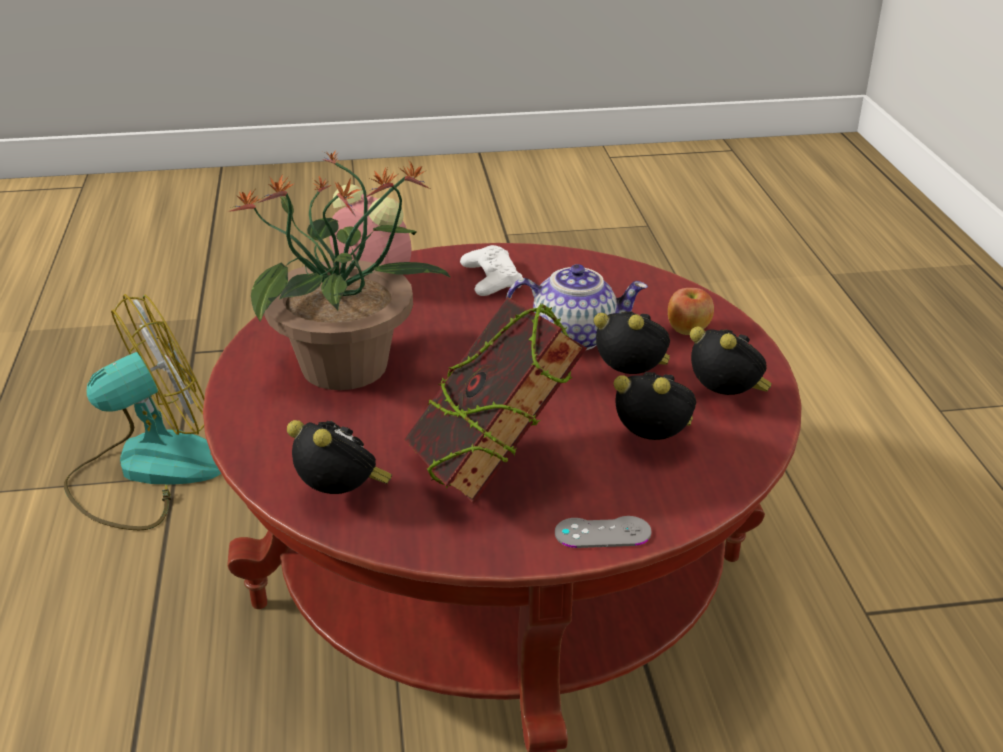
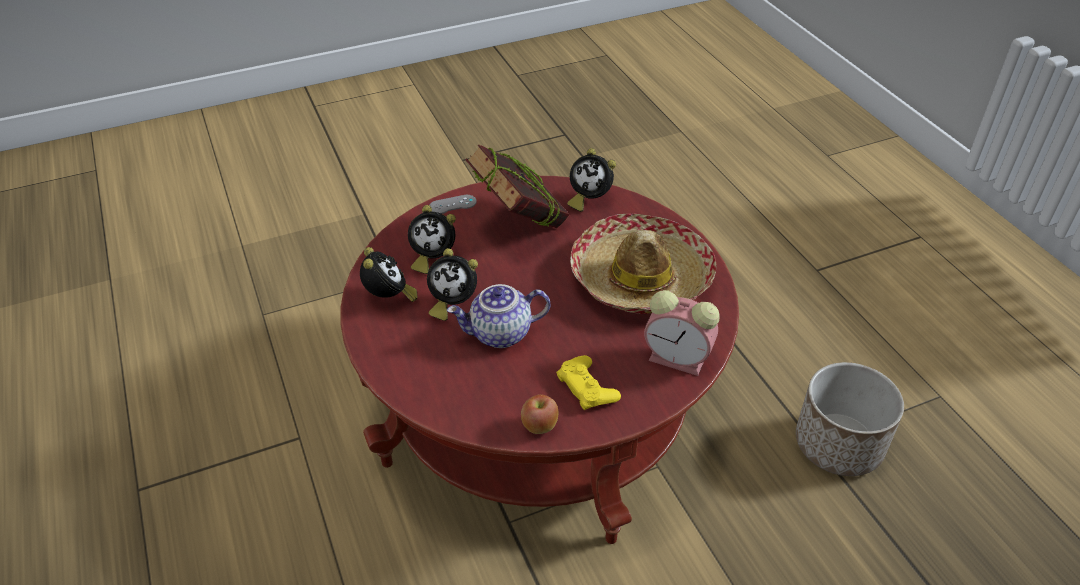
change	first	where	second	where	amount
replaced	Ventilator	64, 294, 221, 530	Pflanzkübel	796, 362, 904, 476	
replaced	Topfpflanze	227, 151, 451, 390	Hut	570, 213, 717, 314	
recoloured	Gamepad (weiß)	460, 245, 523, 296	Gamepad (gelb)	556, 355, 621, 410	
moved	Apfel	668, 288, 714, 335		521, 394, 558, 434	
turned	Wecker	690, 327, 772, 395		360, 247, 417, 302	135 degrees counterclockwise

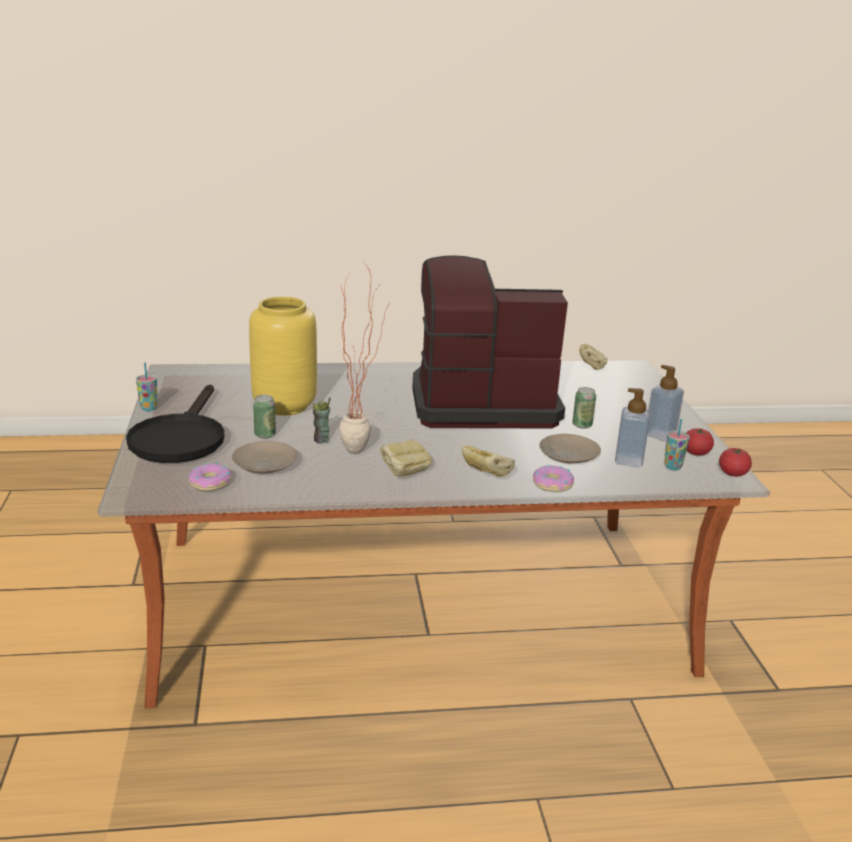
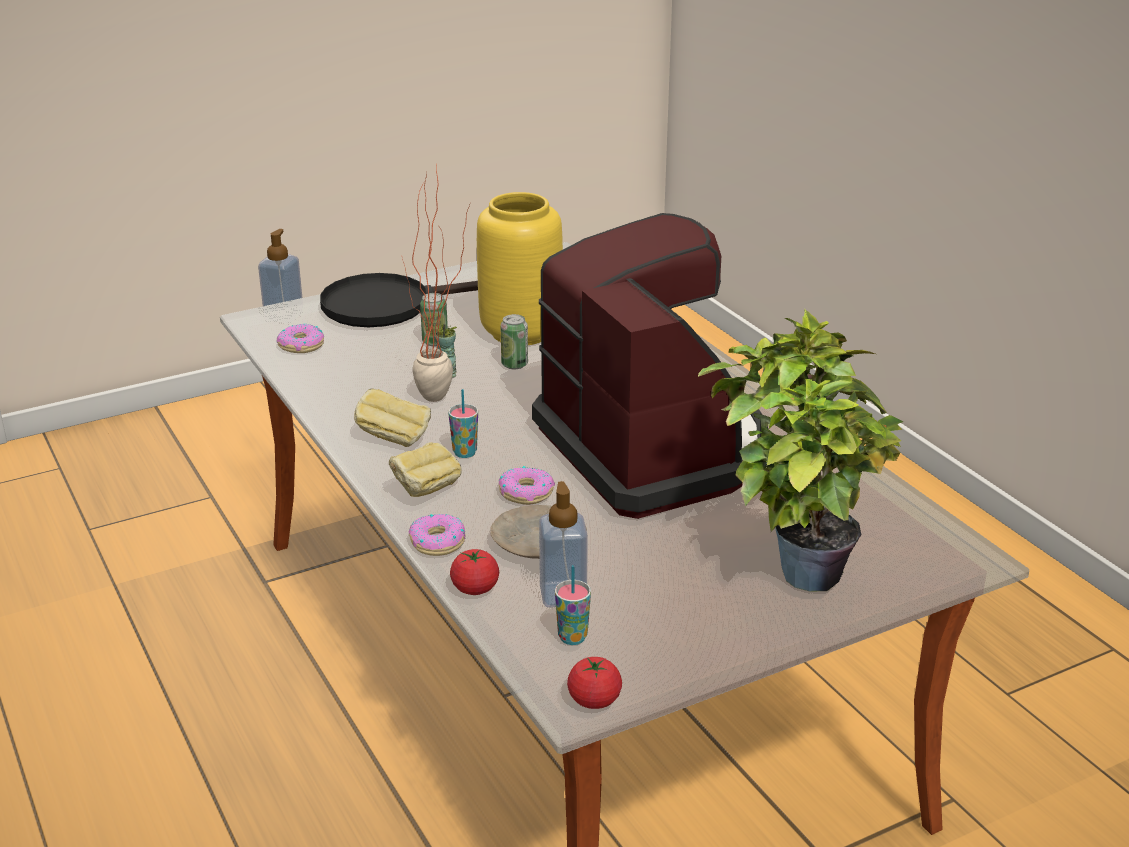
change	first	where	second	where	amount
moved	Tasse	136, 363, 157, 411		448, 389, 478, 458	
removed	Teller (beige)	232, 441, 297, 474			
moved	Dose	572, 387, 596, 429		500, 314, 528, 369	
removed	Brot	579, 344, 608, 370			
moved	Seifenspender	647, 365, 684, 441		258, 229, 304, 323	
moved	Tomate	687, 428, 714, 456		450, 549, 499, 595	
added			Donut	499, 466, 555, 505	
added			Topfpflanze	698, 309, 904, 591	

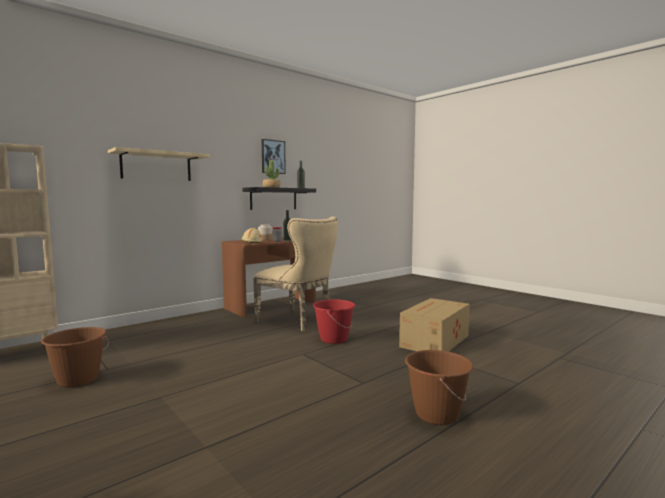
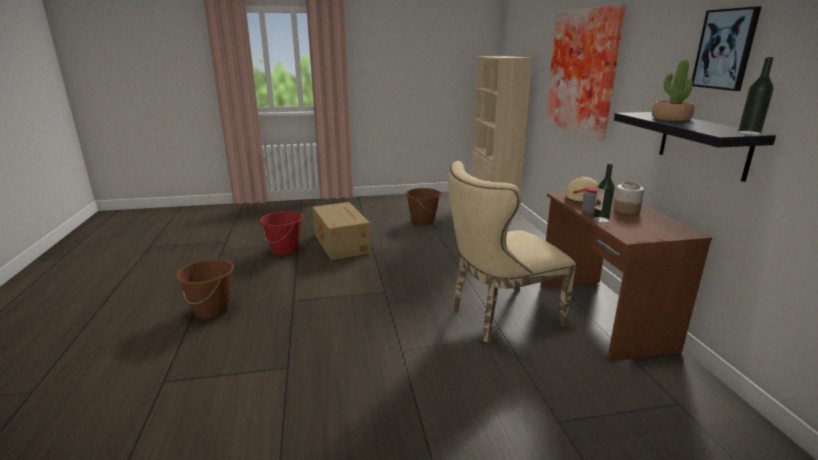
change	first	where	second	where	amount
replaced	Wandregal (beige)	108, 147, 210, 181	Bild	545, 4, 626, 141	
moved	Eimer (rot)	313, 299, 355, 344		260, 211, 303, 255	
moved	Karton	399, 298, 470, 352		312, 202, 371, 260	

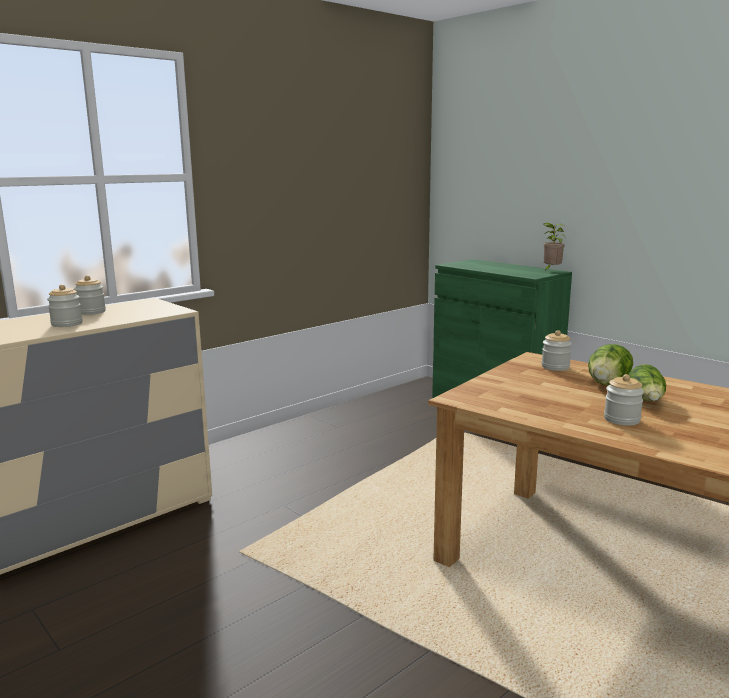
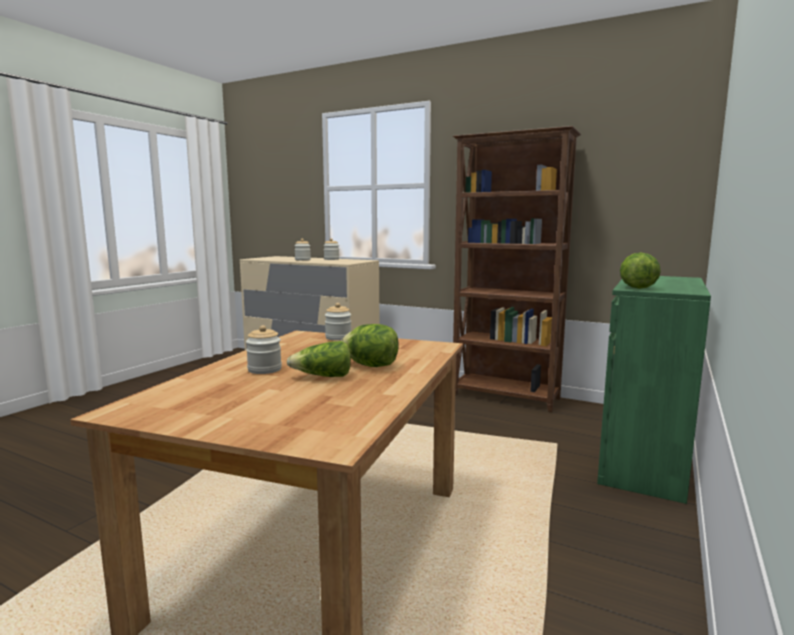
change	first	where	second	where	amount
moved	Vorratsglas	541, 330, 572, 371		325, 303, 351, 341	
removed	Topfpflanze	544, 223, 566, 272			
added			Bücherregal (braun)	453, 126, 581, 412	
added			Salatkopf	620, 252, 661, 289	

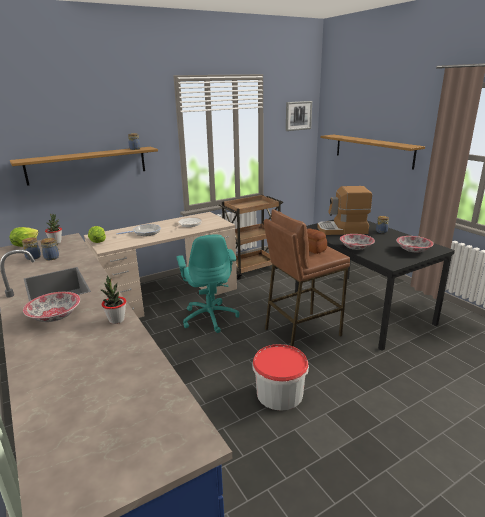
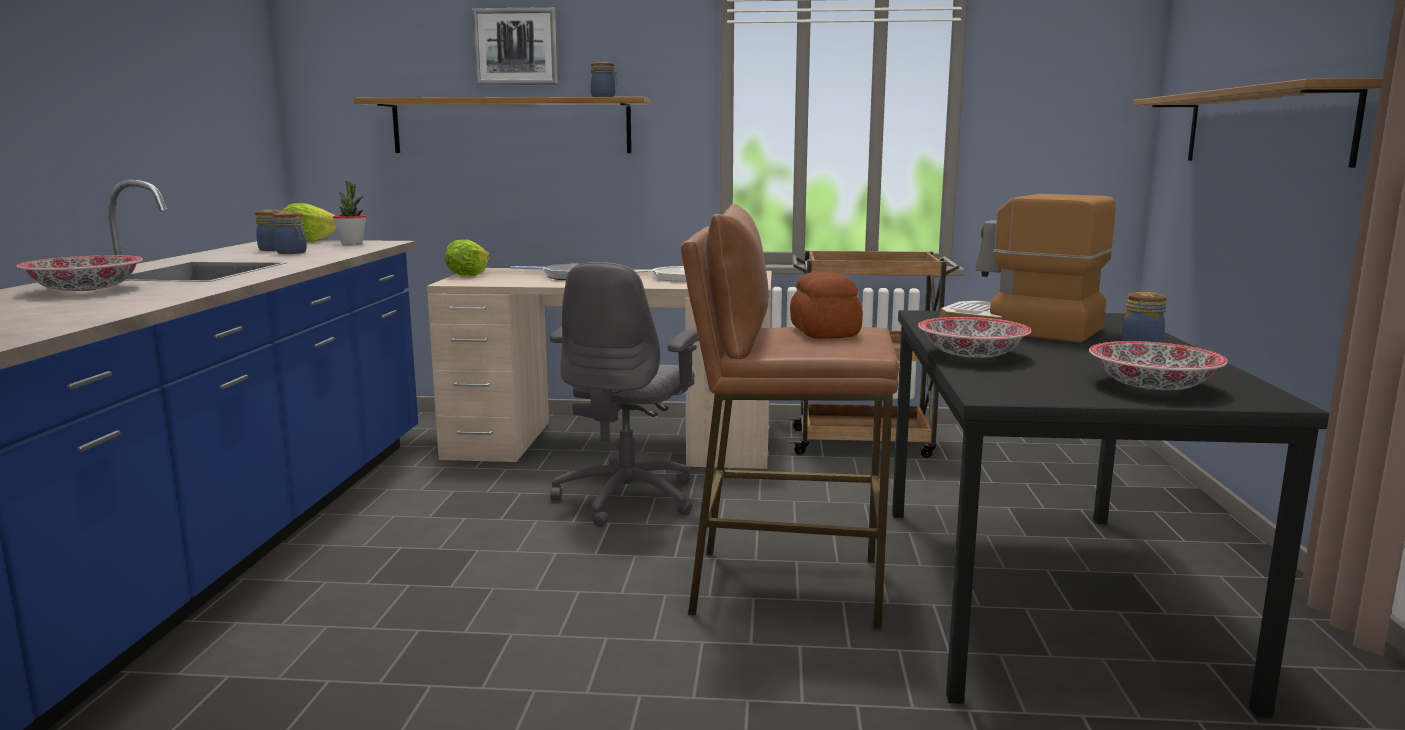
change	first	where	second	where	amount
removed	Topfpflanze	101, 275, 126, 324			
recoloured	Bürostuhl (türkis)	176, 234, 239, 333	Bürostuhl (grau)	550, 262, 699, 527	
removed	Eimer	252, 344, 309, 411			
moved	Bild	286, 101, 312, 131		471, 7, 559, 85	

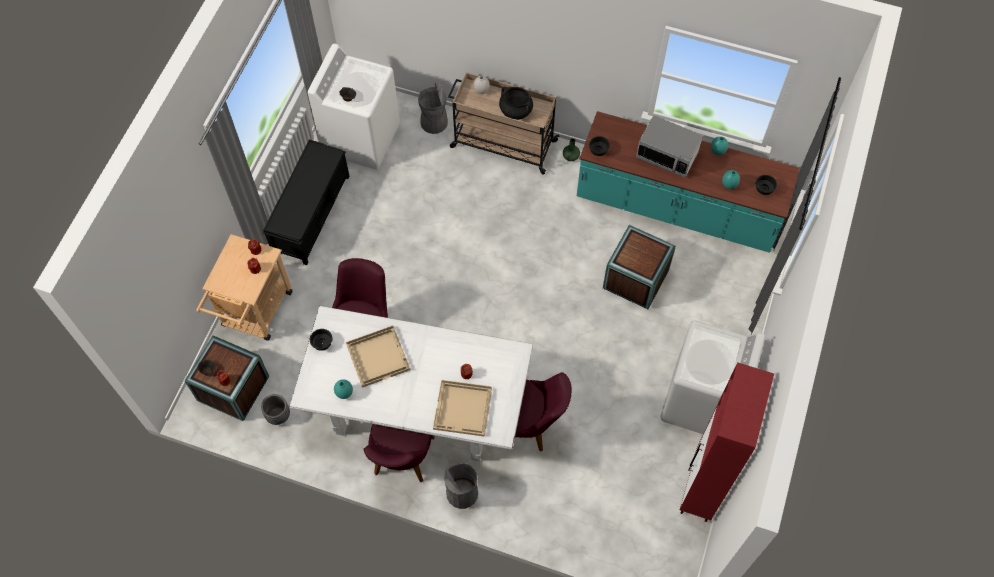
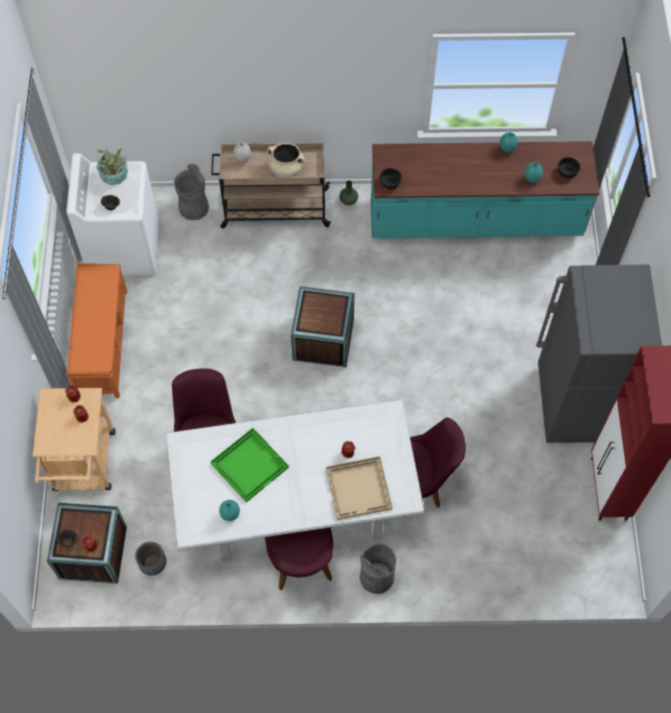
change	first	where	second	where	amount
recoloured	Bank (schwarz)	263, 139, 350, 265	Bank (orange)	67, 264, 127, 398	
removed	Schüssel (schwarz)	310, 329, 333, 351			
recoloured	Tablett (beige)	346, 325, 410, 388	Tablett (grün)	210, 428, 289, 503	
recoloured	Kochtopf (schwarz)	499, 87, 533, 120	Kochtopf (beige)	267, 143, 305, 178	
moved	Kiste	603, 225, 676, 309		291, 286, 355, 367	
removed	Mikrowelle	636, 115, 703, 177			
replaced	Waschmaschine (weiß)	660, 321, 765, 434	Kühlschrank (grau)	536, 264, 662, 443	
added			Topfpflanze	96, 147, 128, 185	

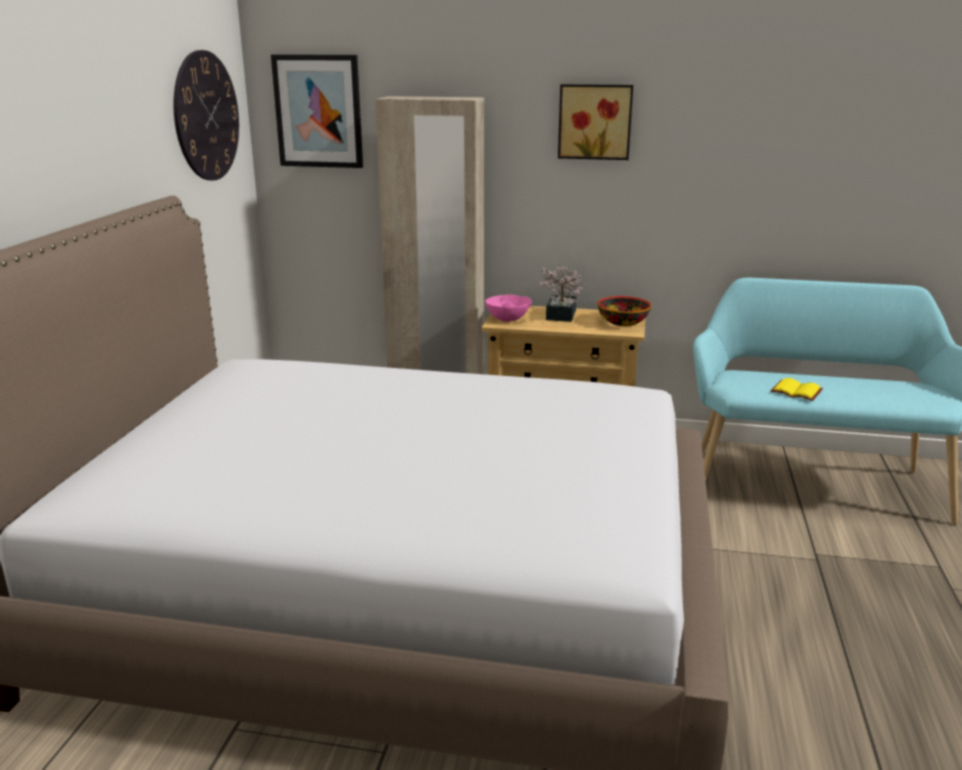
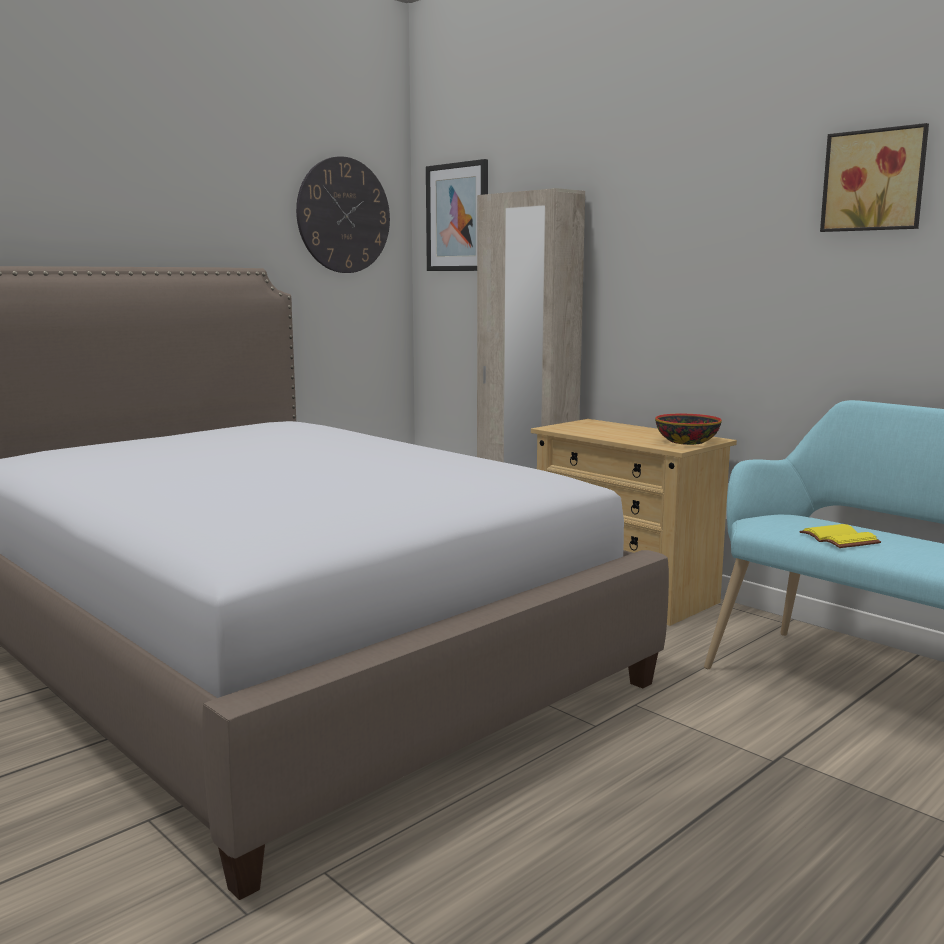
change	first	where	second	where	amount
removed	Schüssel (rosa)	485, 295, 532, 322			
removed	Topfpflanze	539, 266, 586, 322			
moved	Bild	558, 84, 633, 160		820, 123, 929, 232	

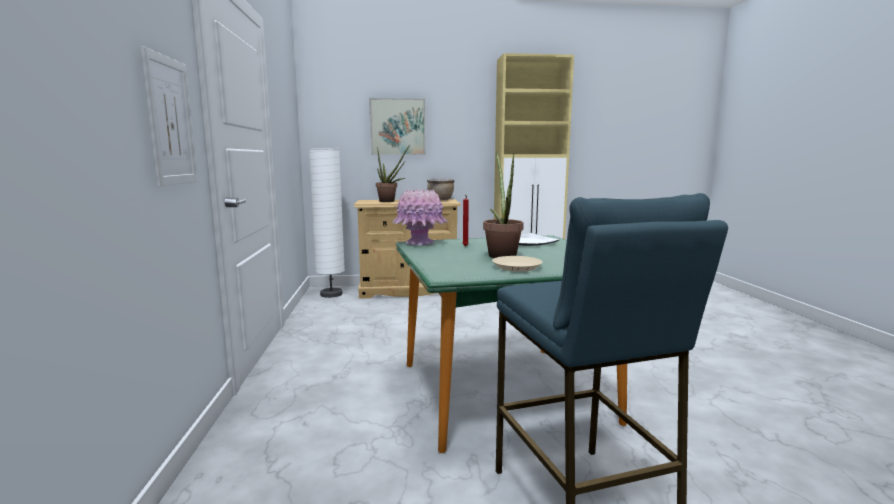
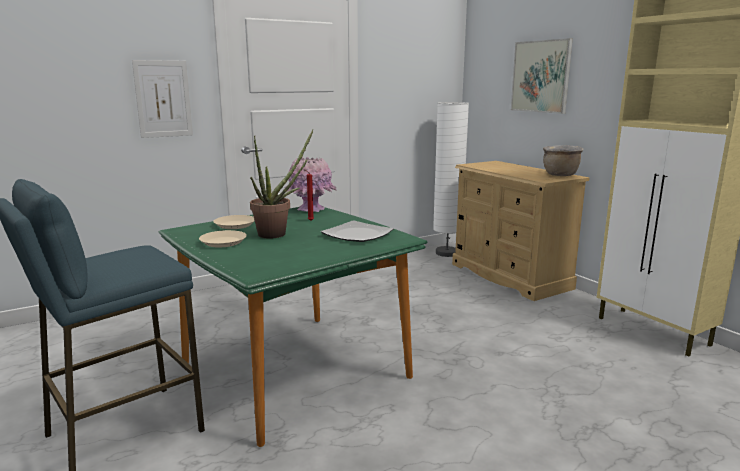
change	first	where	second	where	amount
removed	Topfpflanze	376, 145, 410, 202			
added			Teller (beige)	213, 215, 255, 229	

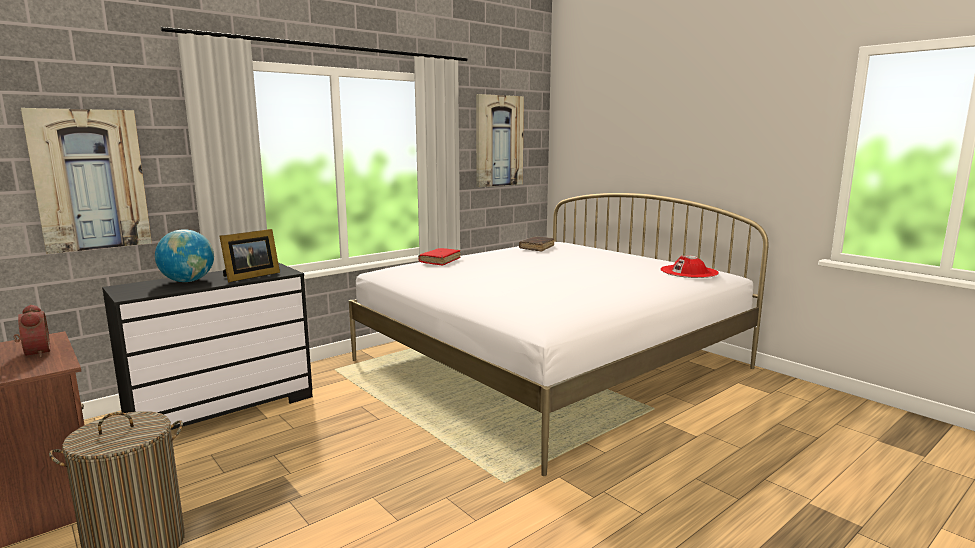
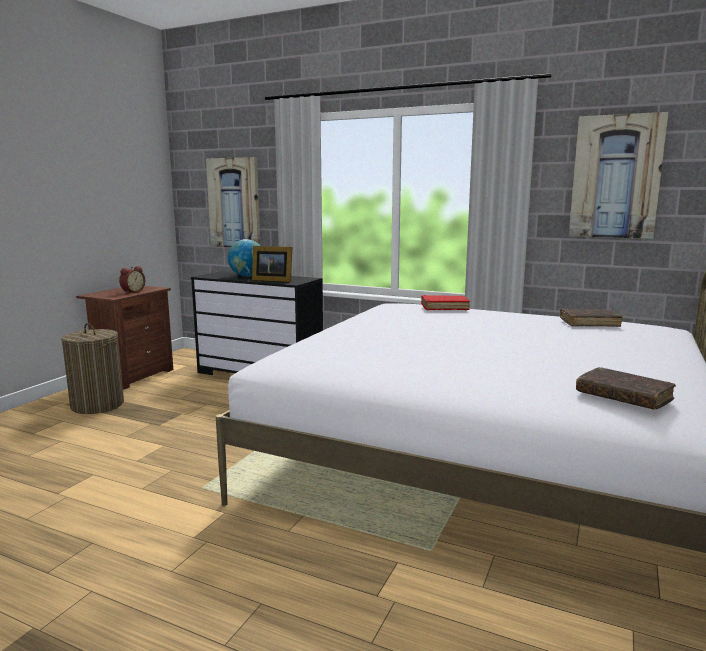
change	first	where	second	where	amount
replaced	Hut (rot)	660, 255, 719, 278	Buch (braun)	576, 367, 676, 409	

